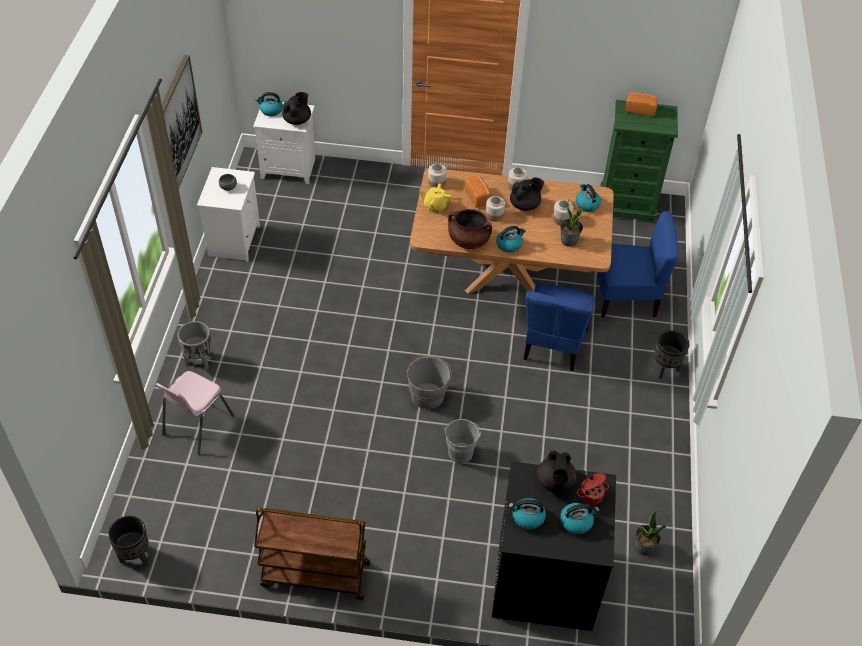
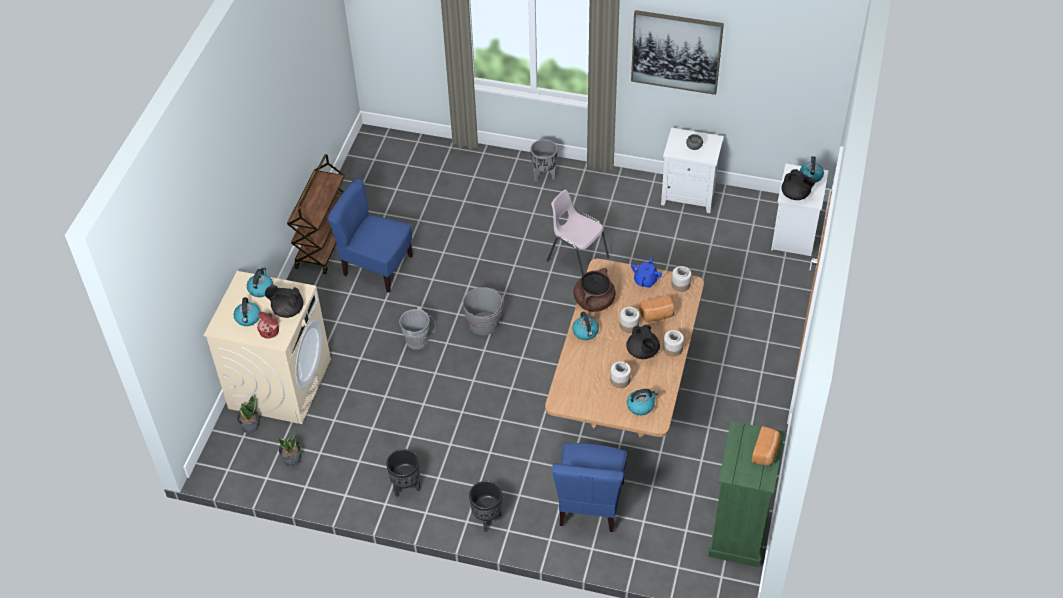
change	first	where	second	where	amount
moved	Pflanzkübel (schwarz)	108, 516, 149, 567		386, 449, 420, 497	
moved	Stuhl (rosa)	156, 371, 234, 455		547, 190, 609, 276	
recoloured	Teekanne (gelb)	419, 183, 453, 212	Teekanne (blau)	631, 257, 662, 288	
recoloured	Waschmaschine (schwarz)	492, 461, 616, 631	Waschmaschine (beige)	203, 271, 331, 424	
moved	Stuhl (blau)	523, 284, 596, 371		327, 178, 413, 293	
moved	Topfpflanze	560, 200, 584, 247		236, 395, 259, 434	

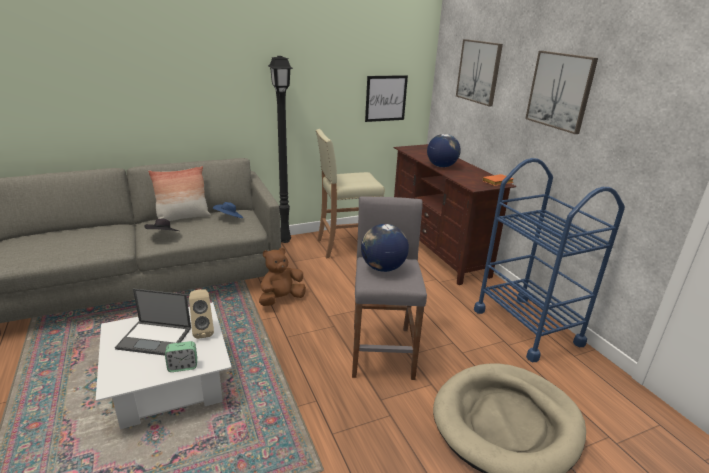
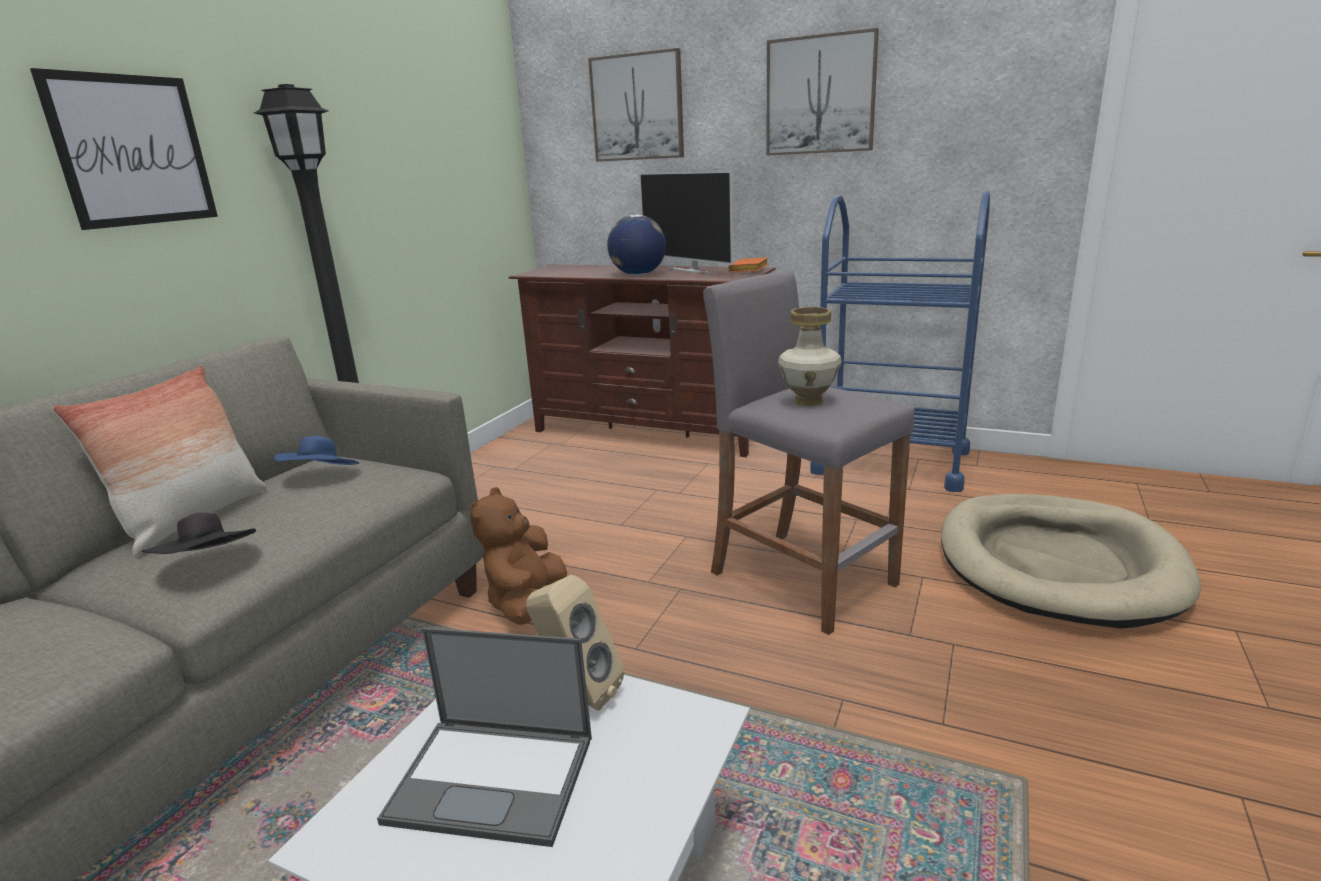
change	first	where	second	where	amount
turned	Laptop	115, 288, 191, 356		377, 628, 592, 847	45 degrees clockwise
removed	Wecker	165, 341, 197, 372			
removed	Hocker (beige)	316, 129, 385, 258			
replaced	Globus	361, 224, 409, 272	Vase	778, 307, 841, 406	
moved	Bild	365, 75, 408, 122		30, 68, 218, 230	
added			Fernseher	639, 171, 733, 274	

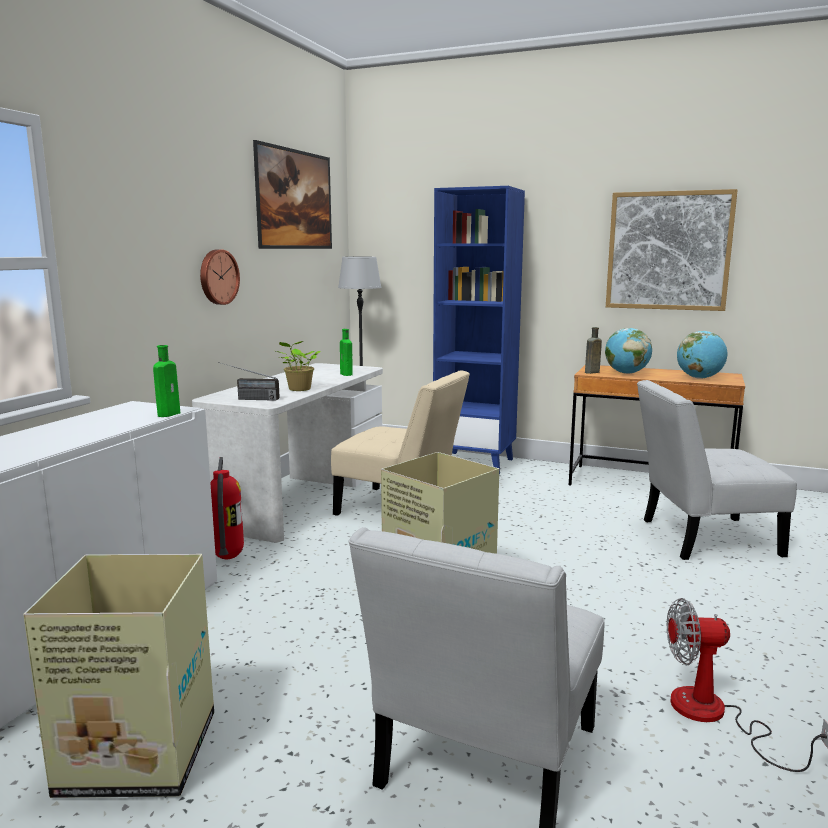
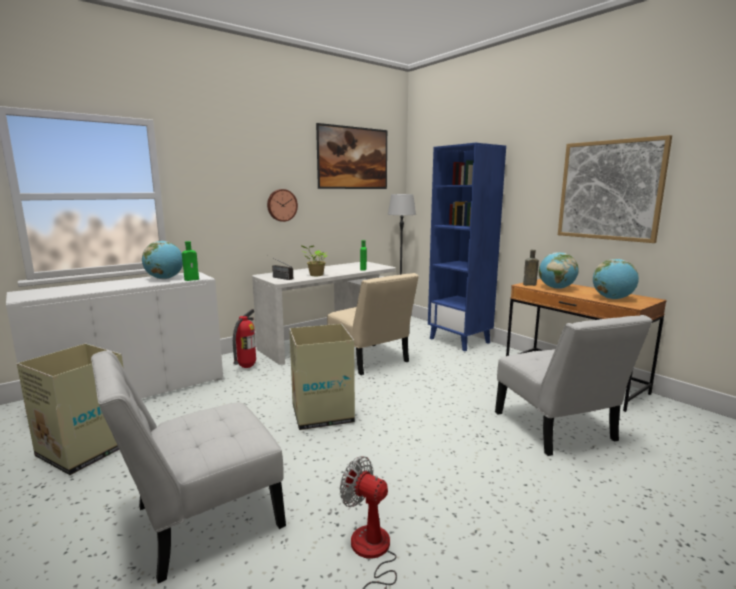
change	first	where	second	where	amount
turned	Stuhl (weiß)	637, 380, 797, 560		495, 315, 653, 456	135 degrees counterclockwise
added			Globus	142, 241, 183, 279	

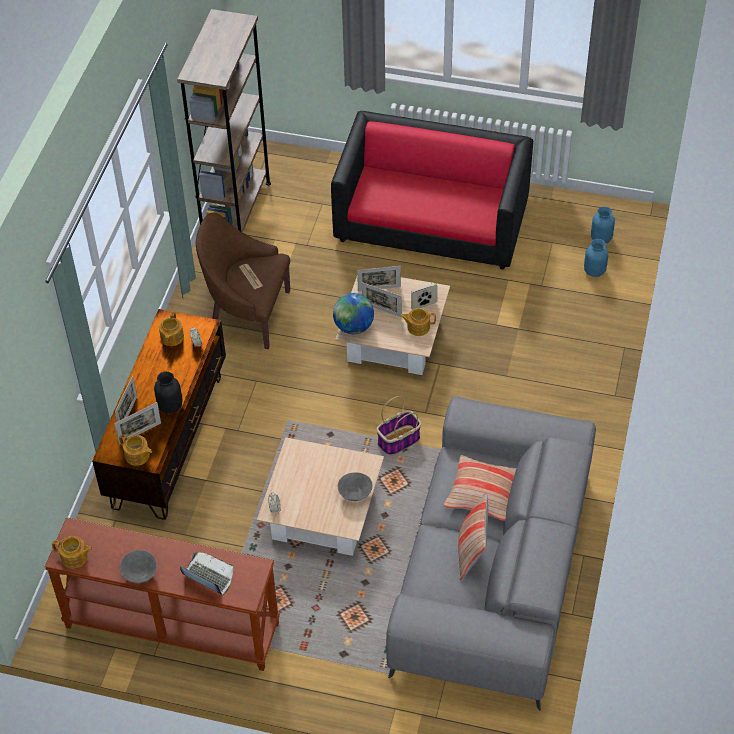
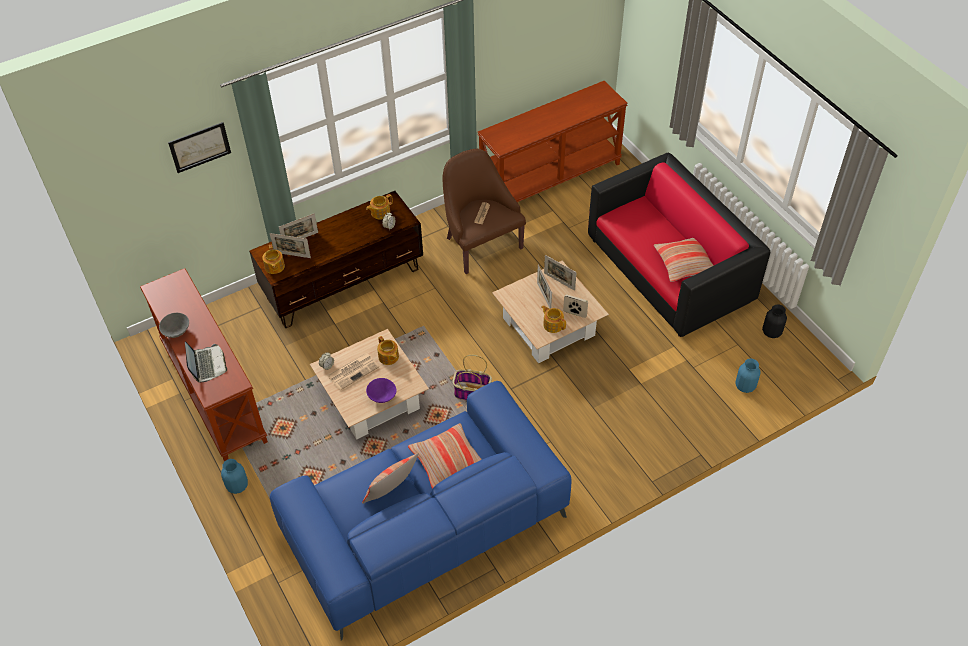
change	first	where	second	where	amount
moved	Teekanne	52, 536, 93, 569		377, 336, 399, 365	
moved	Vase (schwarz)	154, 371, 183, 413		762, 304, 787, 338	
replaced	Bücherregal (braun)	177, 9, 271, 232	Konsolentisch (braun)	478, 81, 628, 202	
removed	Globus	333, 293, 374, 334			
recoloured	Schüssel (grau)	338, 472, 373, 501	Schüssel (lila)	366, 378, 397, 403	
recoloured	Sofa (grau)	386, 396, 596, 711	Sofa (blau)	270, 381, 571, 641	
moved	Vase (blau)	591, 207, 615, 243		221, 459, 248, 494	
added			Bild	168, 122, 231, 173	
added			Zeitung	327, 353, 379, 391	
added			Kissen	654, 238, 714, 282	

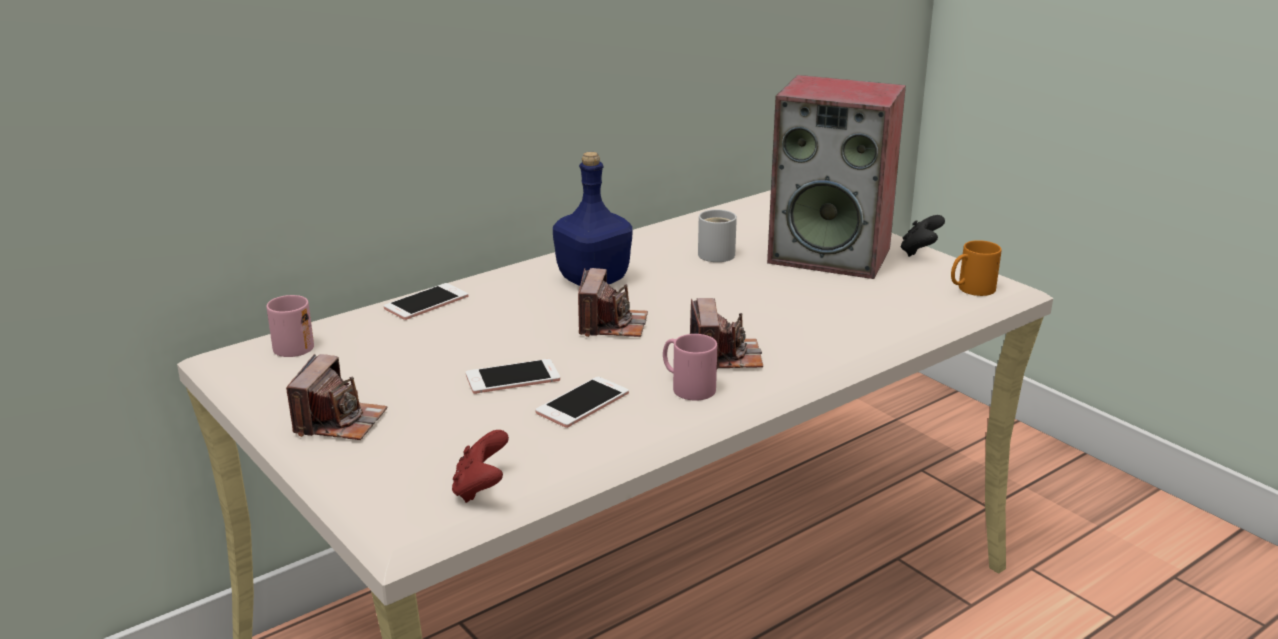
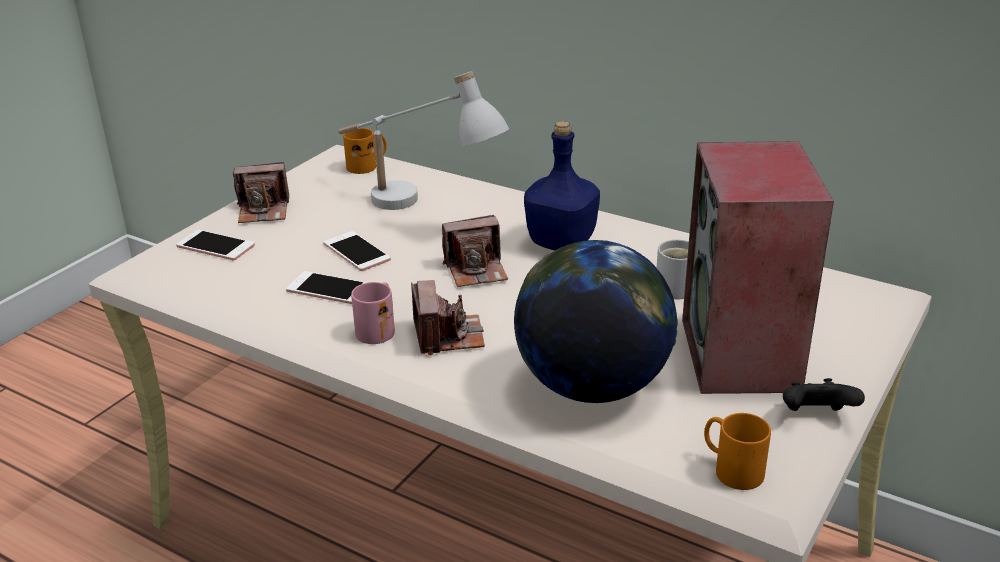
change	first	where	second	where	amount
recoloured	Henkelbecher (rosa)	267, 295, 314, 357	Henkelbecher (orange)	343, 128, 387, 174	
moved	Handy	384, 283, 468, 320		176, 230, 255, 261	
removed	Gamepad (rot)	452, 430, 509, 503			
turned	Kamera	690, 298, 763, 369		411, 280, 485, 355	75 degrees counterclockwise
added			Tischlampe (weiß)	338, 71, 509, 210	
added			Globus	514, 240, 678, 403	

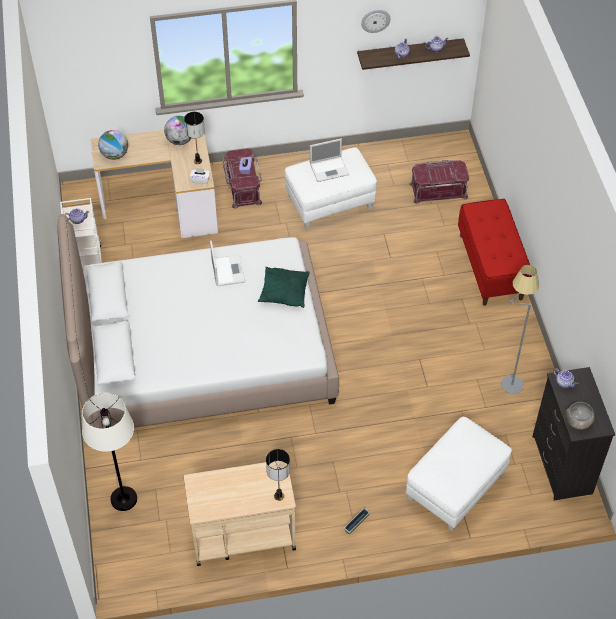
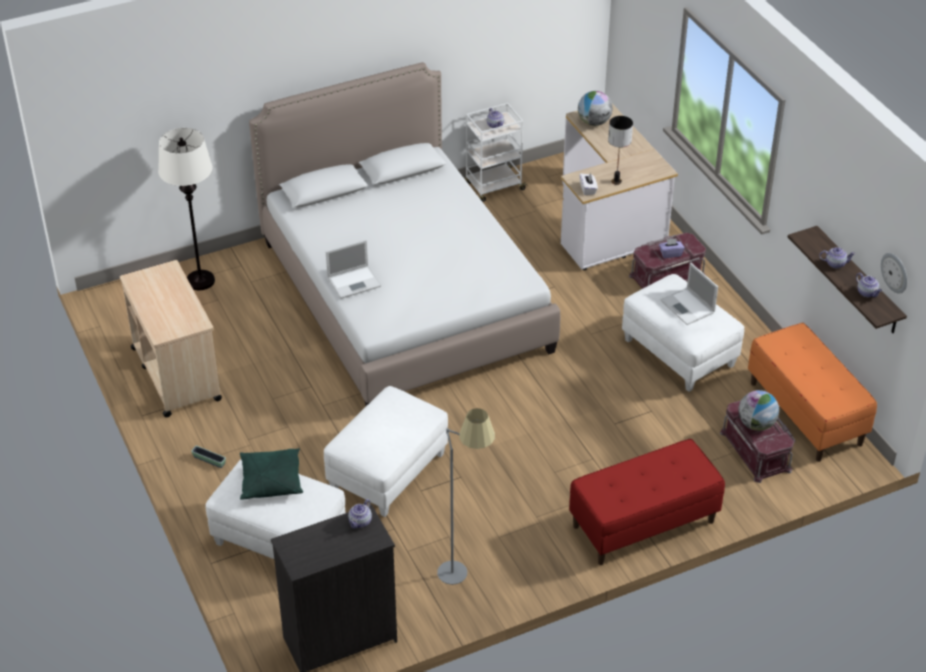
change	first	where	second	where	amount
moved	Globus	164, 116, 192, 145		738, 390, 779, 431	
moved	Laptop	210, 241, 245, 286		326, 240, 381, 299	
moved	Kissen (grün)	258, 267, 310, 308		240, 448, 303, 500	
removed	Tischlampe	266, 449, 290, 501			
moved	Wanduhr	361, 10, 390, 33		881, 253, 907, 294	
removed	Schüssel (grau)	566, 402, 595, 430			
added			Polsterhocker (weiß)	324, 386, 448, 517	
added			Bank (orange)	748, 323, 877, 462	

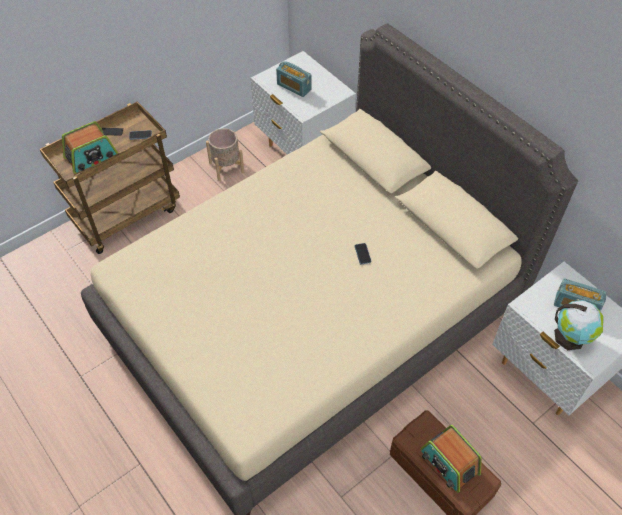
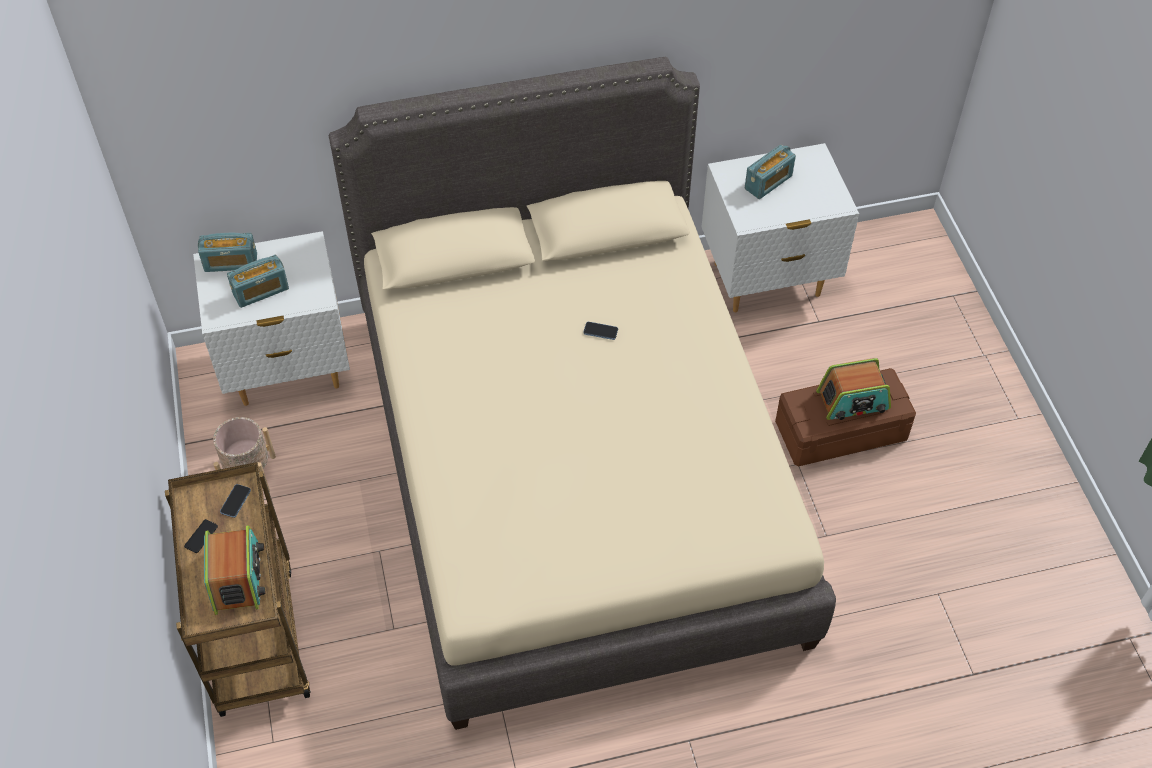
change	first	where	second	where	amount
removed	Globus	554, 300, 604, 350			
added			Radio	198, 233, 257, 272	

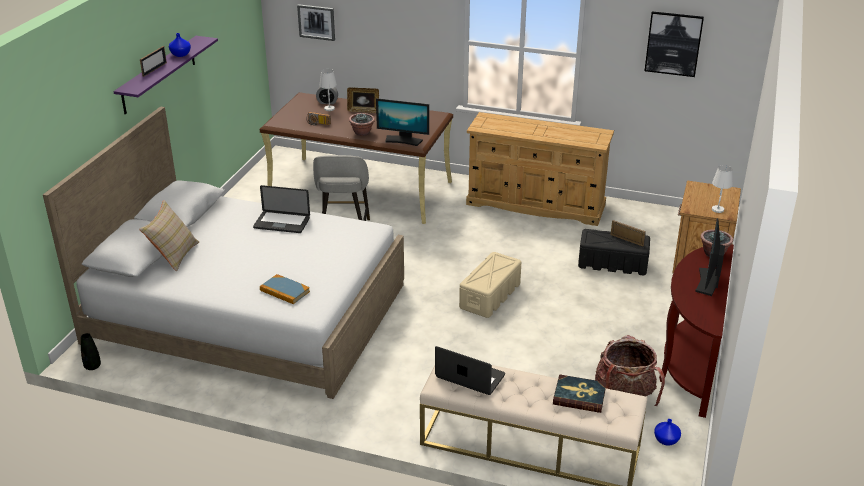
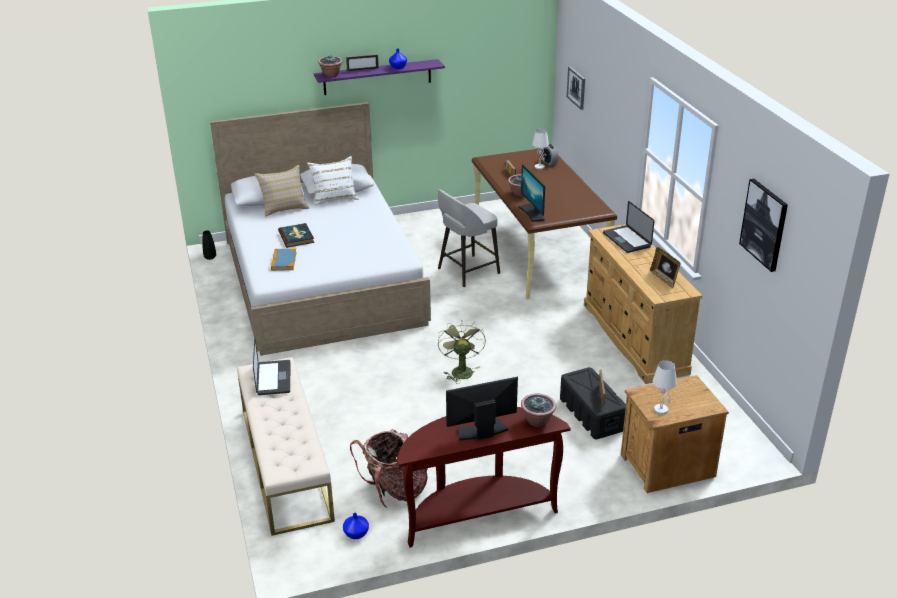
change	first	where	second	where	amount
moved	Laptop	253, 185, 310, 233		603, 201, 654, 253	
moved	Bilderrahmen	347, 87, 379, 113		650, 247, 681, 288	
replaced	Aufbewahrungsbox (beige)	459, 252, 522, 318	Ventilator (grün)	438, 321, 486, 384	
moved	Buch	553, 374, 606, 413		278, 223, 314, 248	
added			Kissen (weiß)	307, 156, 359, 205	
added			Topfpflanze	318, 56, 343, 77	

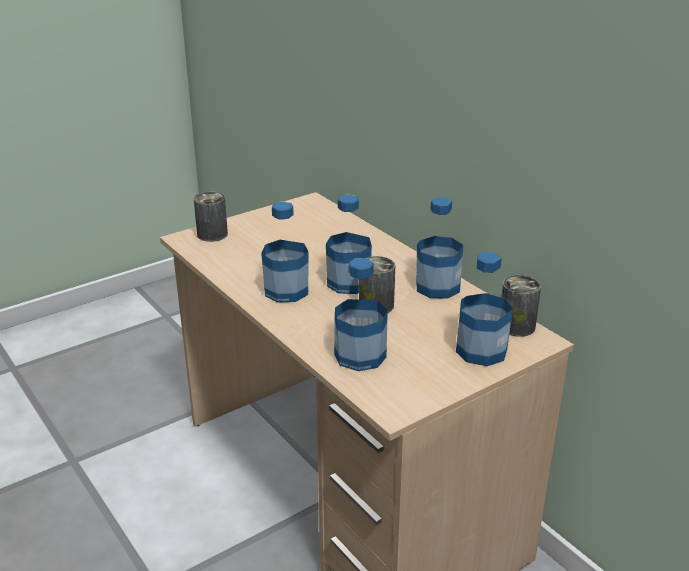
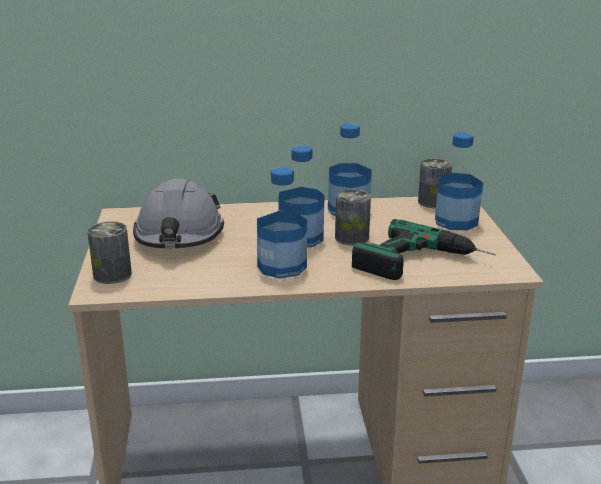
change	first	where	second	where	amount
replaced	Flasche	334, 258, 388, 371	Bohrmaschine	352, 219, 496, 280	
added			Schutzhelm (grau)	133, 178, 224, 248	

